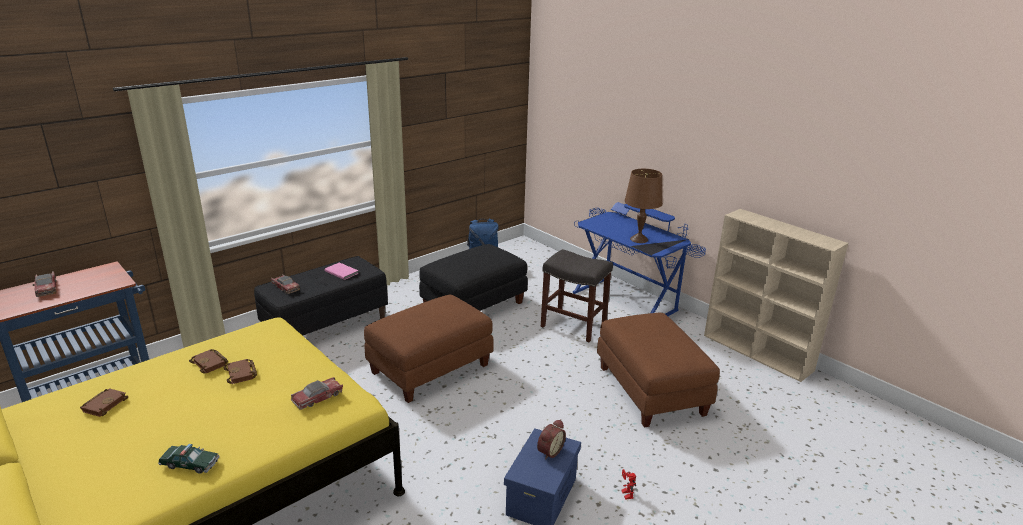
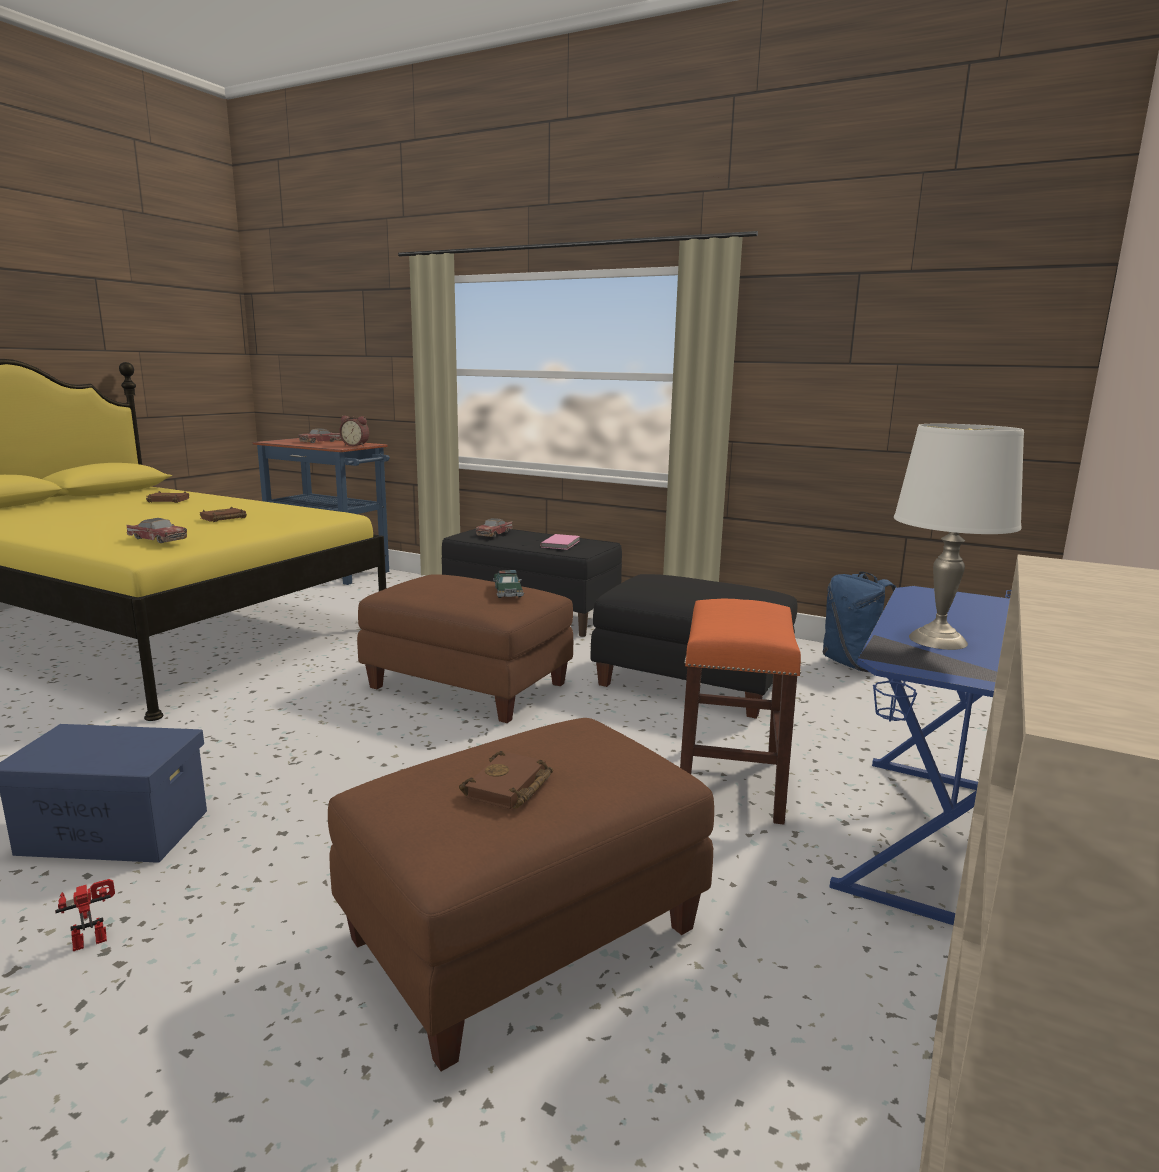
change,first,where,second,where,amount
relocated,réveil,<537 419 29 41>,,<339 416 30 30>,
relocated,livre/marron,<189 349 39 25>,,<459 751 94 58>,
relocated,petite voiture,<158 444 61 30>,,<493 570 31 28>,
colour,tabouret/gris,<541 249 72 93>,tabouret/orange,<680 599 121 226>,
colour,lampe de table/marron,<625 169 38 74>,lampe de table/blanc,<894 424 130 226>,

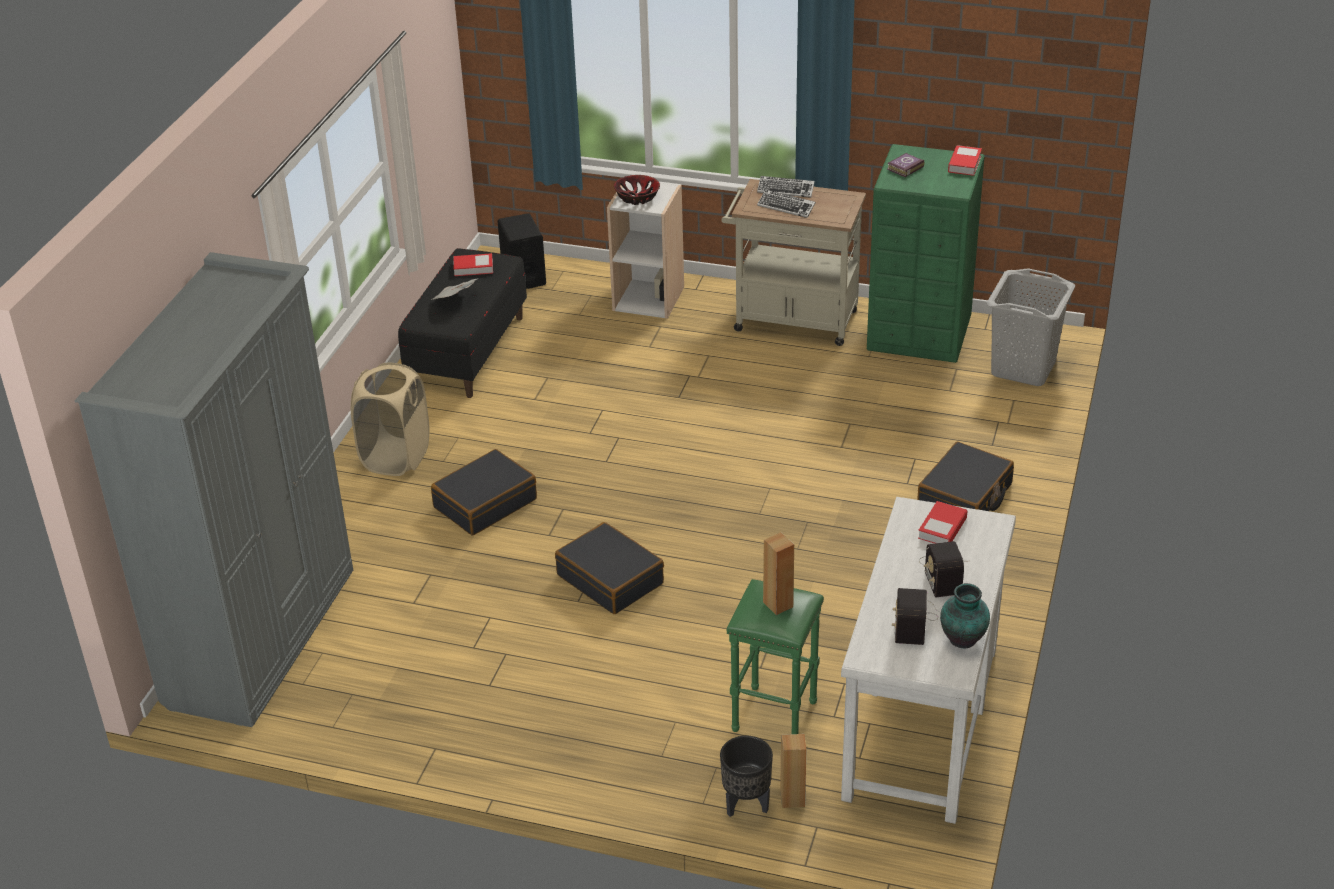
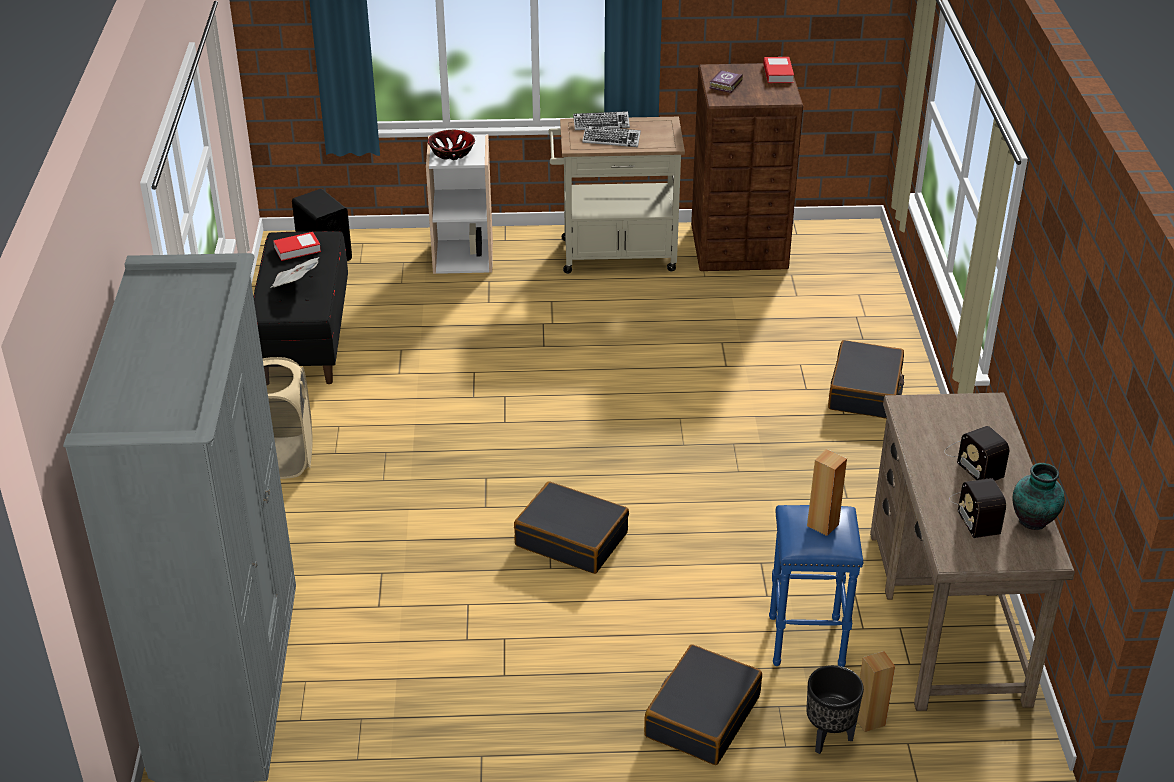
change,first,where,second,where,amount
relocated,valise/noir,<431 449 106 86>,,<644 644 118 121>,
colour,commode/vert,<867 144 118 219>,commode/marron,<691 63 112 208>,
colour,tabouret/vert,<726 579 98 155>,tabouret/bleu,<769 505 94 162>,
colour,bureau/blanc,<841 497 175 327>,bureau/marron,<870 393 205 318>,
missing,livre,<918 501 50 43>,,,
missing,panier à linge/gris,<987 268 88 118>,,,

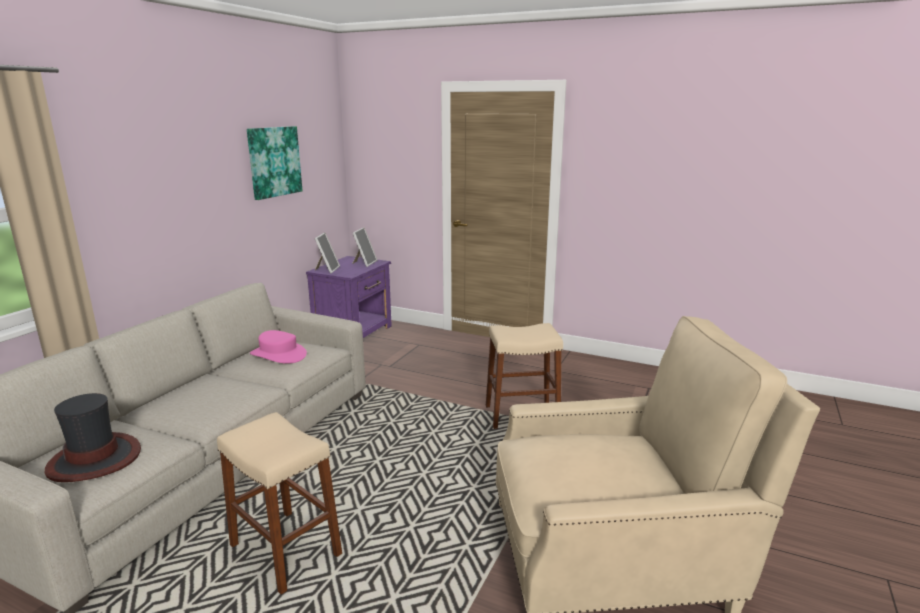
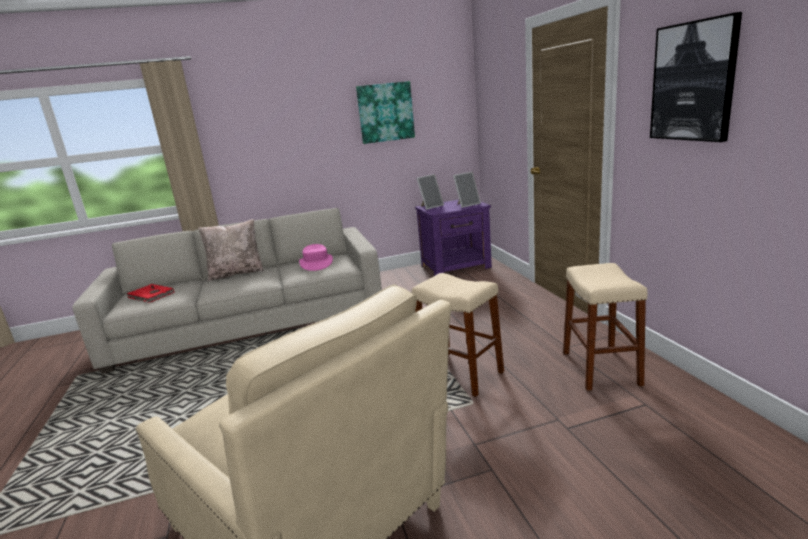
change,first,where,second,where,amount
exchanged,chapeau,<45 393 96 89>,livre/rouge,<126 284 48 19>,
appeared,,,coussin/beige,<198 219 66 62>,
relocated,tabouret/beige,<217 412 125 182>,,<563 263 85 128>,
appeared,,,tableau,<650 12 92 130>,

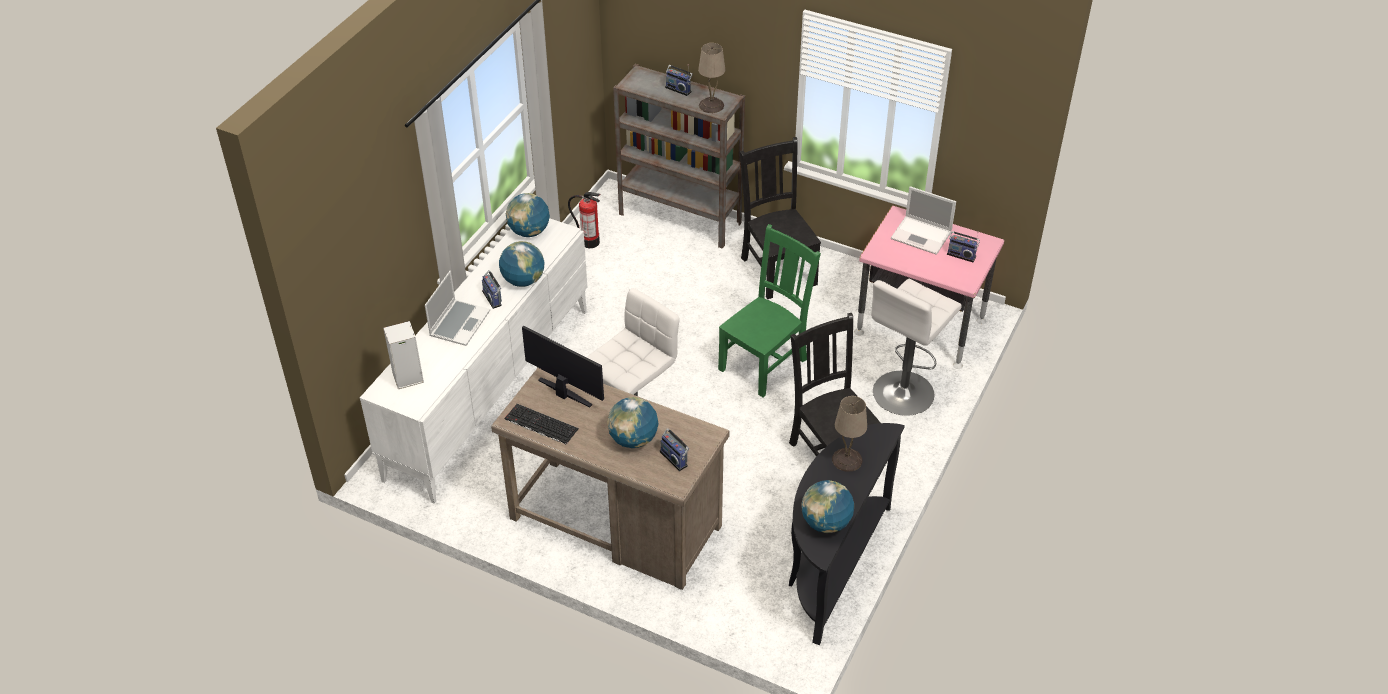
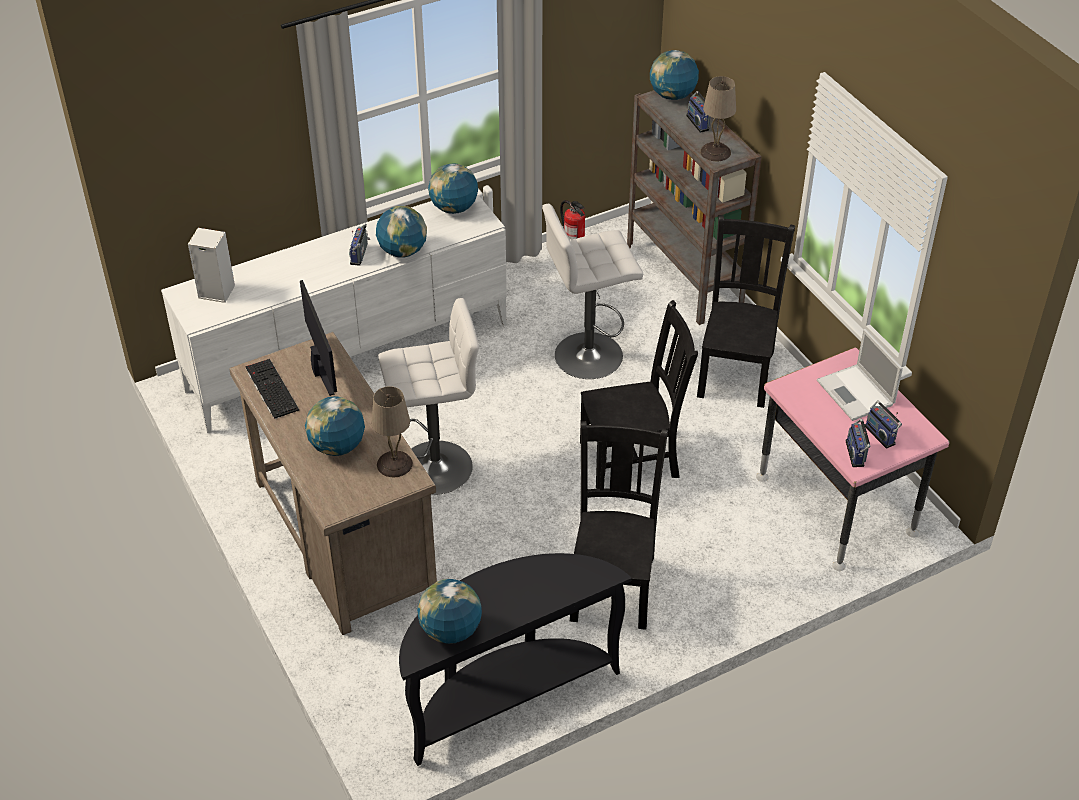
change,first,where,second,where,amount
relocated,lampe de table/beige,<832 396 35 76>,,<371 386 42 91>,
relocated,tabouret/blanc,<871 279 91 137>,,<542 204 101 175>,
colour,chaise/vert,<718 224 103 173>,chaise/noir,<580 300 118 189>,
appeared,,,globe,<650 50 49 50>,
relocated,radio,<660 428 29 43>,,<846 419 24 48>,
missing,ordinateur portable,<425 270 65 76>,,,

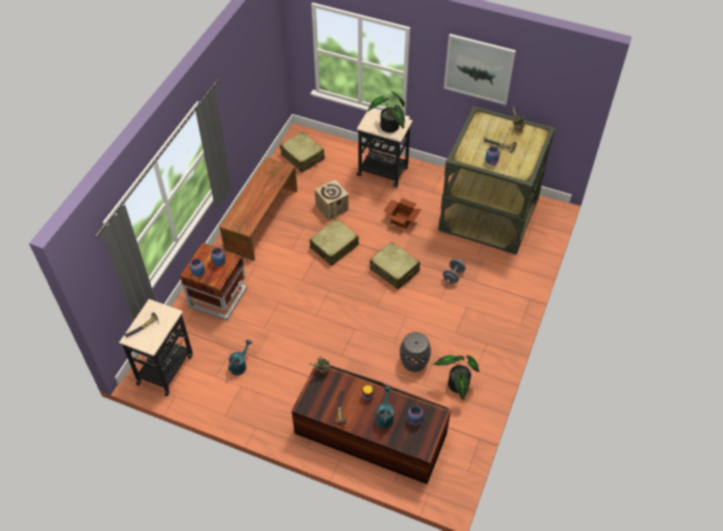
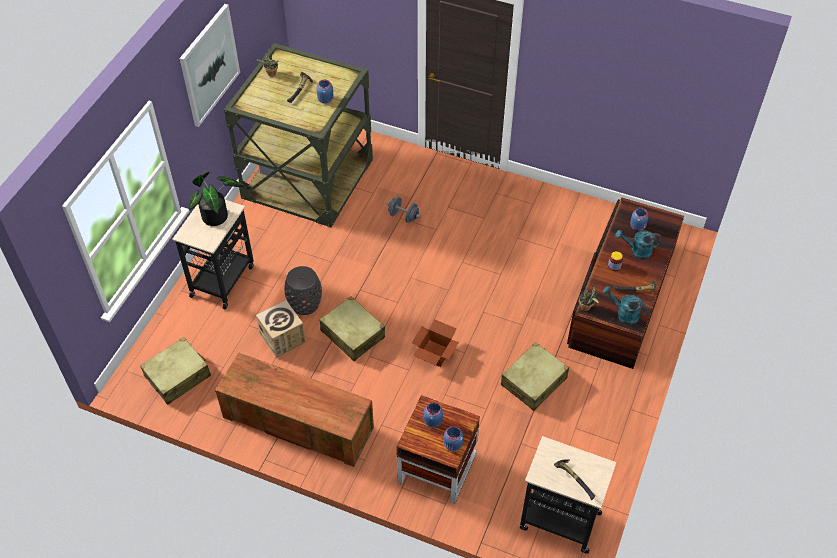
change,first,where,second,where,amount
relocated,tabouret/gris,<400 332 31 40>,,<284 266 38 49>,
relocated,carton,<384 198 37 31>,,<412 319 47 48>,
relocated,valise/beige,<370 241 50 48>,,<501 342 68 69>,
relocated,arrosoir/turquoise,<228 339 24 36>,,<603 286 45 39>,
missing,plante en pot,<433 355 46 44>,,,

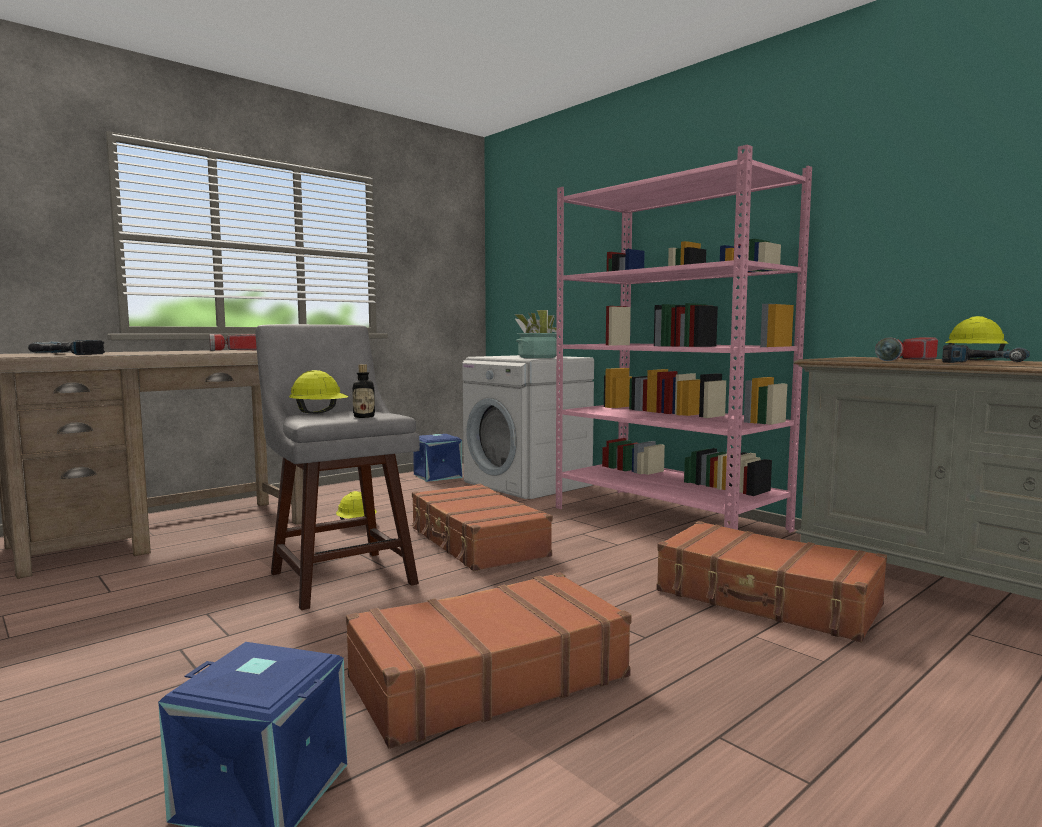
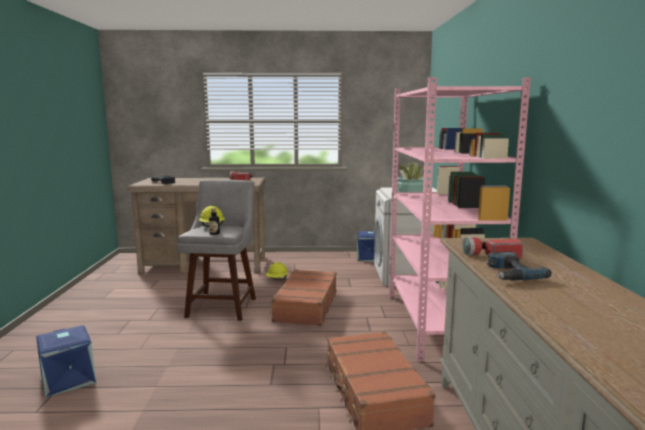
change,first,where,second,where,amount
missing,valise/marron,<346 572 286 177>,,,
missing,casque de chantier/jaune,<946 316 62 44>,,,

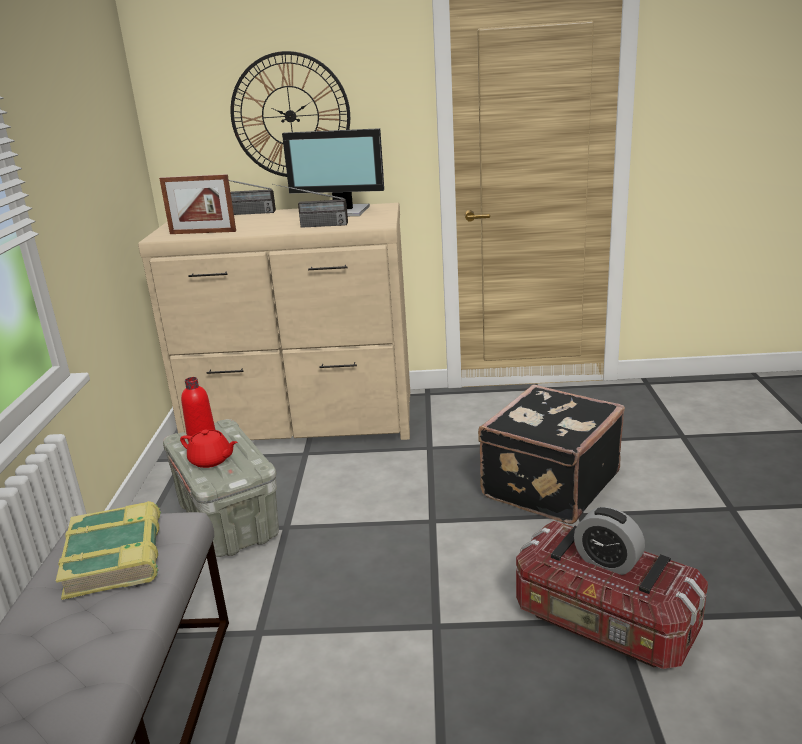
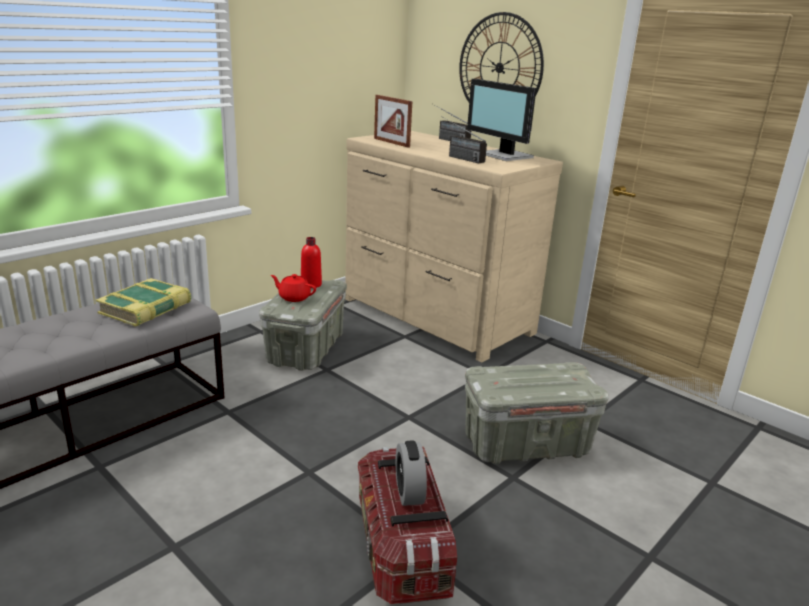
change,first,where,second,where,amount
spun,théière/rouge,<180 430 57 38>,,<271 274 45 28>,135 degrees clockwise
exchanged,valise/noir,<478 385 147 139>,boîte de rangement/gris,<465 362 144 102>,

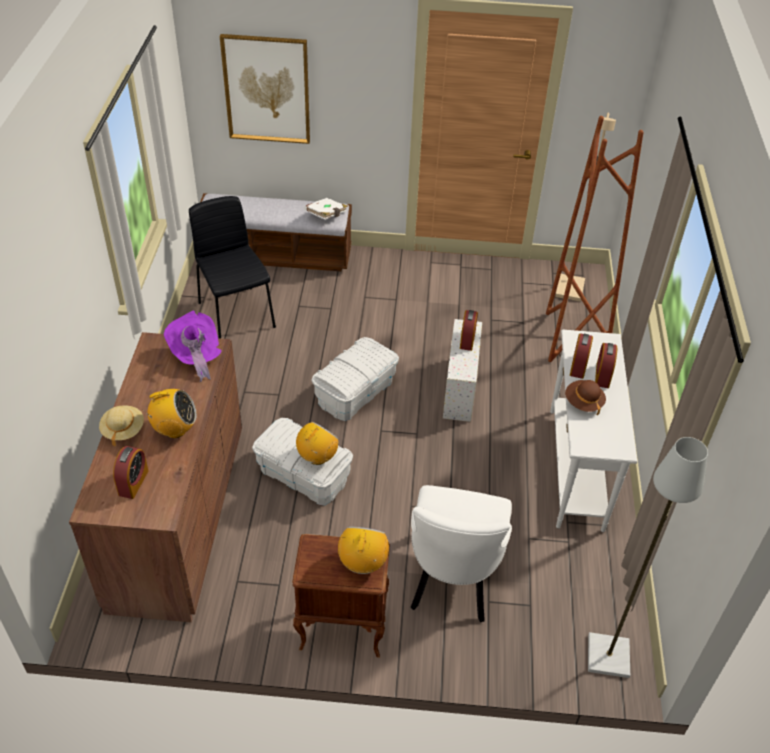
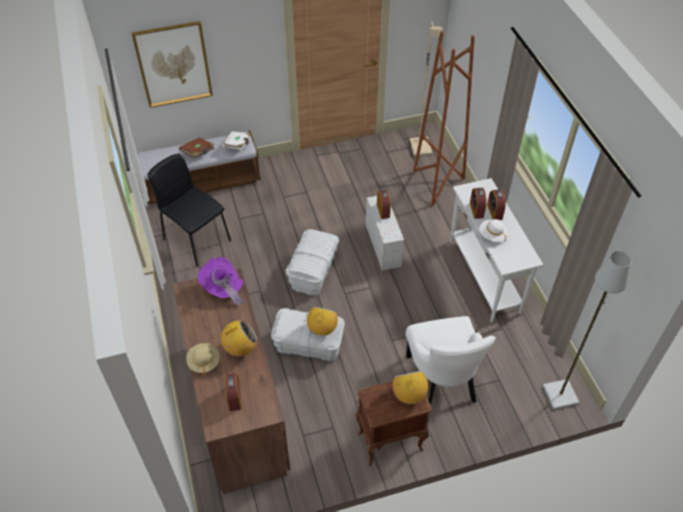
change,first,where,second,where,amount
appeared,,,livre/marron,<179 137 36 21>,
colour,chapeau/marron,<565 380 41 35>,chapeau/blanc,<479 219 28 23>,

